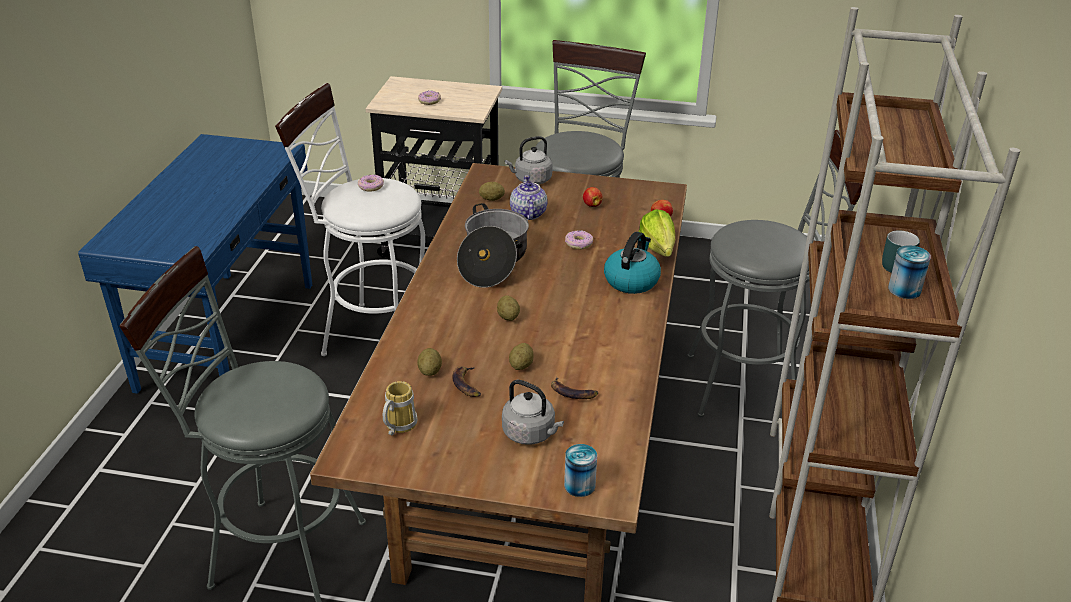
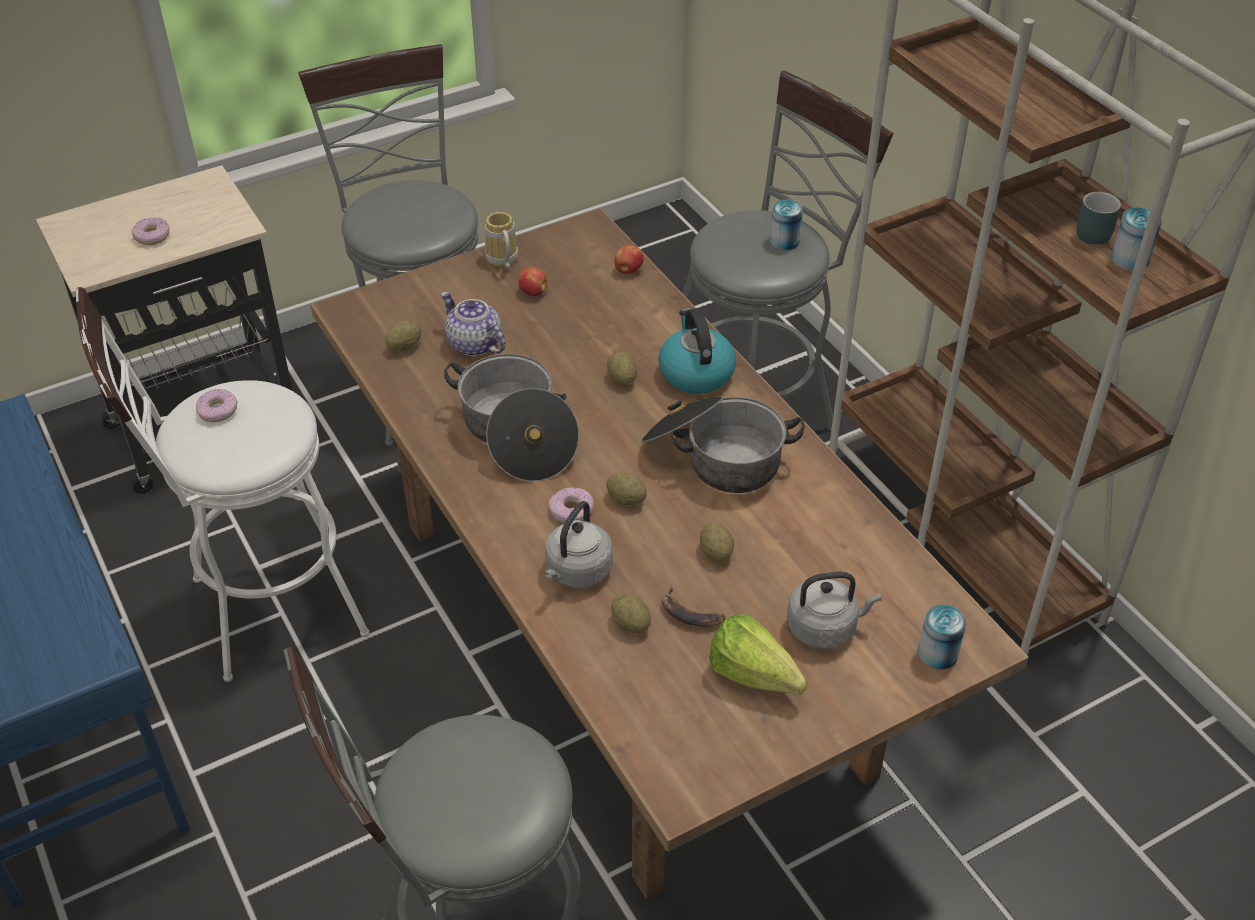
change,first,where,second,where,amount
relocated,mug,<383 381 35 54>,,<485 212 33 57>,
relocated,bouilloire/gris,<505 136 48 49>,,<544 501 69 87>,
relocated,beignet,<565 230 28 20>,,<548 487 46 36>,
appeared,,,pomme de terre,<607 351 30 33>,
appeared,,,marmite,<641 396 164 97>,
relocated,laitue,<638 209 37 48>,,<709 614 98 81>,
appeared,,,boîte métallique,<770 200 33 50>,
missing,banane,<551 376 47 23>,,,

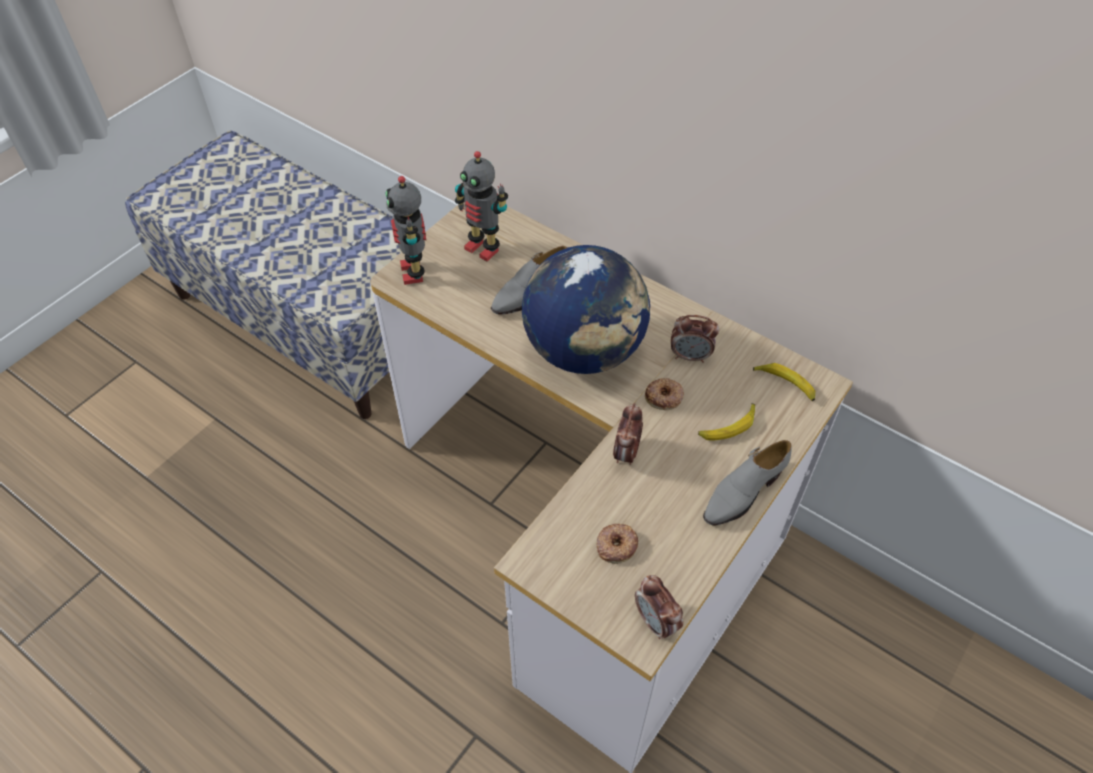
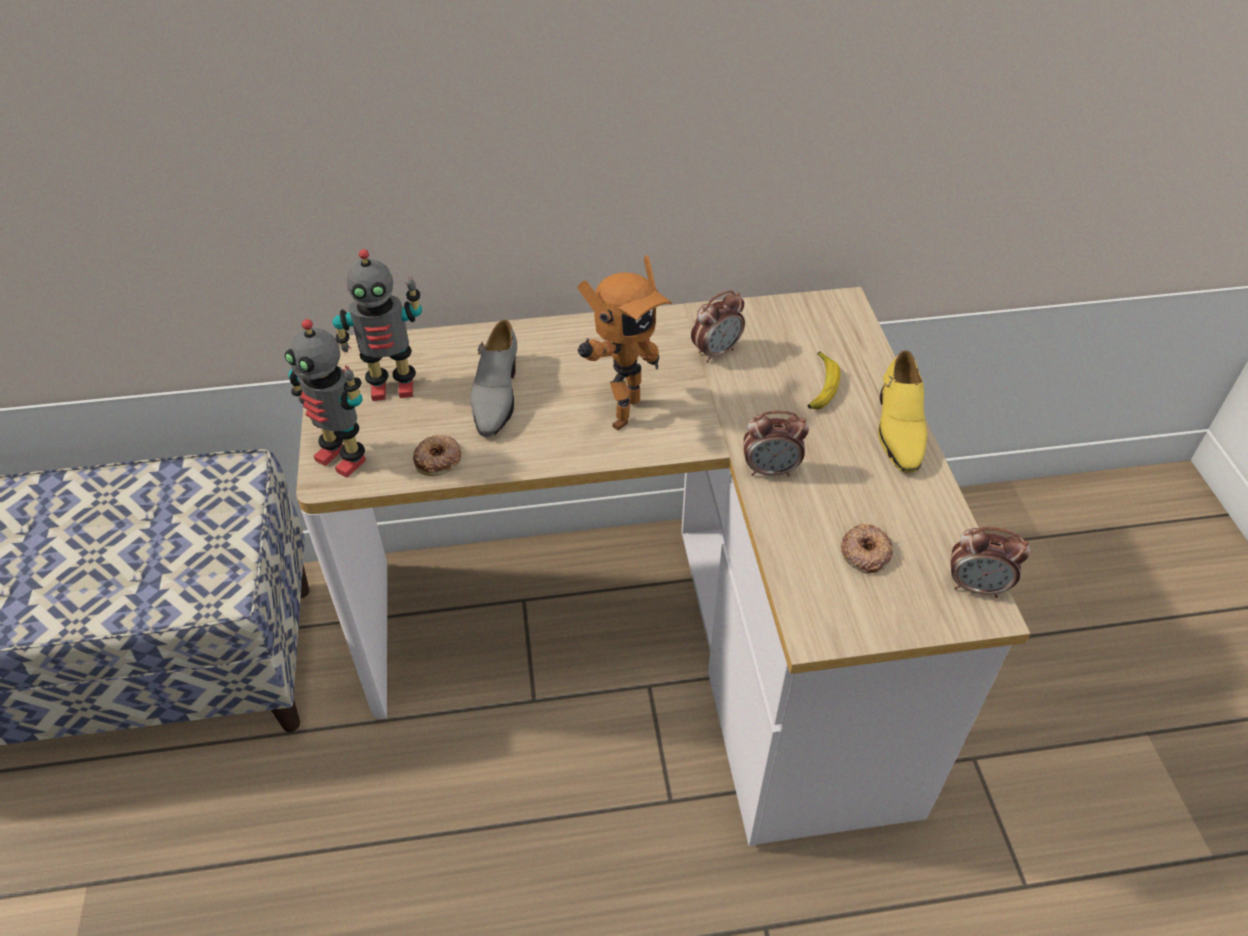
change,first,where,second,where,amount
relocated,beignet,<645 378 39 32>,,<413 435 48 41>,
exchanged,globe,<522 245 128 129>,robot jouet,<577 255 95 175>,
spun,réveil,<613 403 30 62>,,<743 411 66 66>,60 degrees counterclockwise
colour,chaussure/gris,<703 440 89 85>,chaussure/jaune,<878 351 49 122>,
missing,banane,<753 363 62 38>,,,

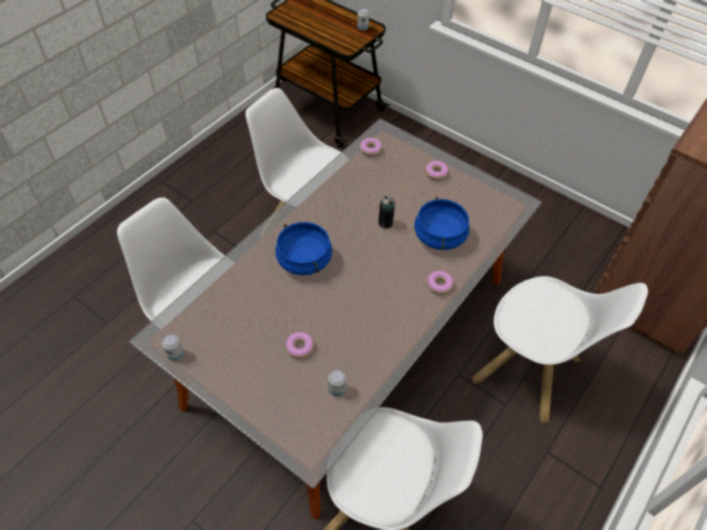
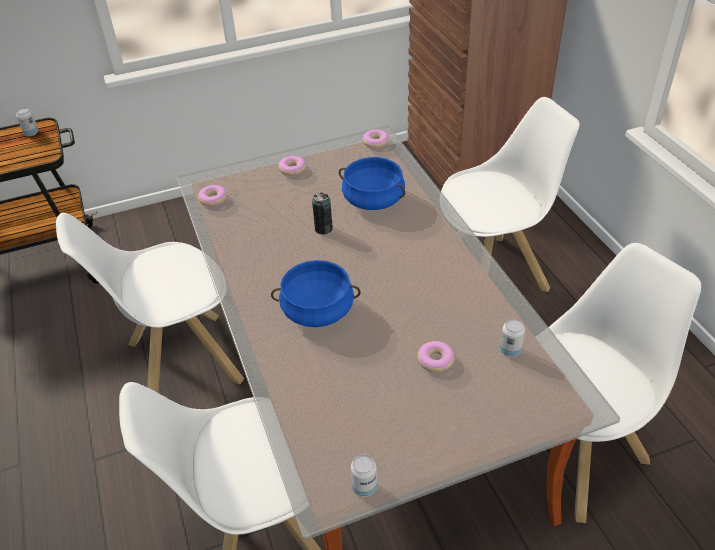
change,first,where,second,where,amount
relocated,beignet,<427 271 27 23>,,<363 129 26 19>,

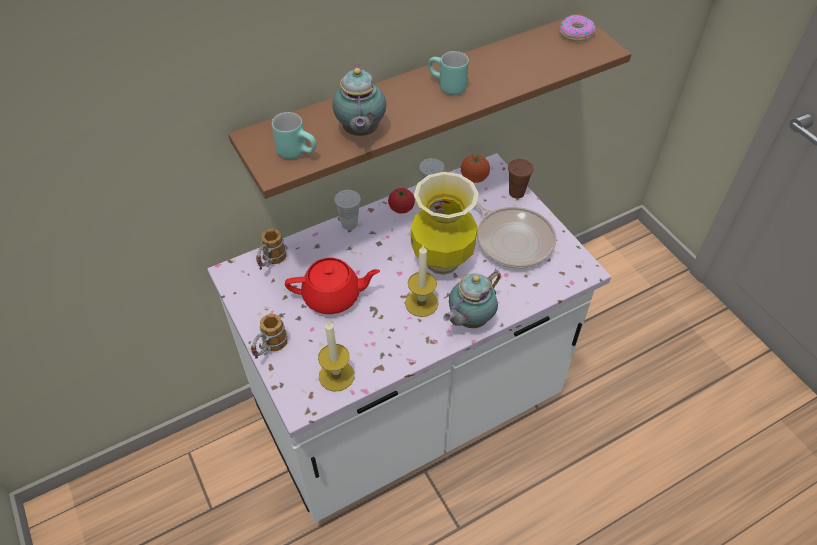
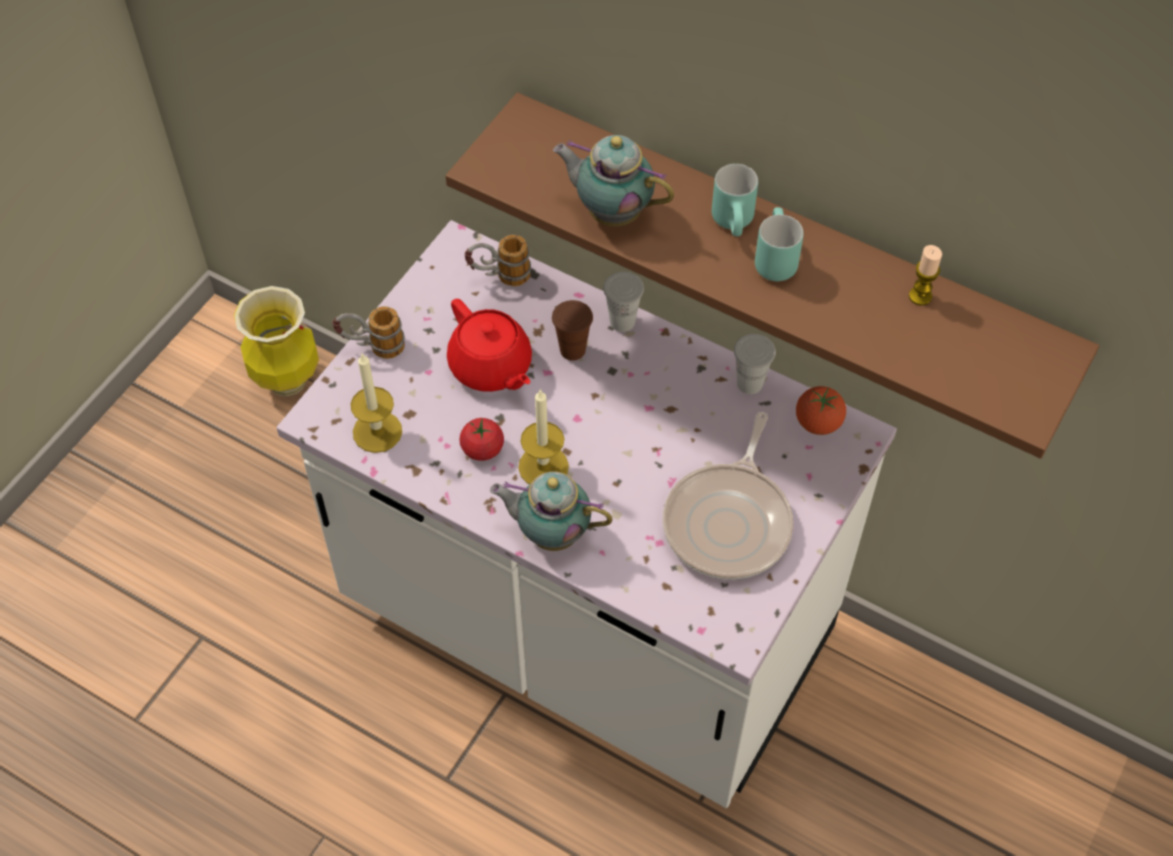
change,first,where,second,where,amount
relocated,vase,<411 172 68 103>,,<234 286 85 110>,
relocated,tomate,<388 188 27 26>,,<460 418 44 43>,
relocated,tasse/marron,<508 159 26 40>,,<552 300 41 61>,
spun,théière,<333 64 53 72>,,<553 135 121 92>,60 degrees clockwise
relocated,mug/turquoise,<272 112 45 47>,,<712 164 46 73>,
appeared,,,bougie,<909 245 33 61>,
missing,beignet,<560 15 36 26>,,,

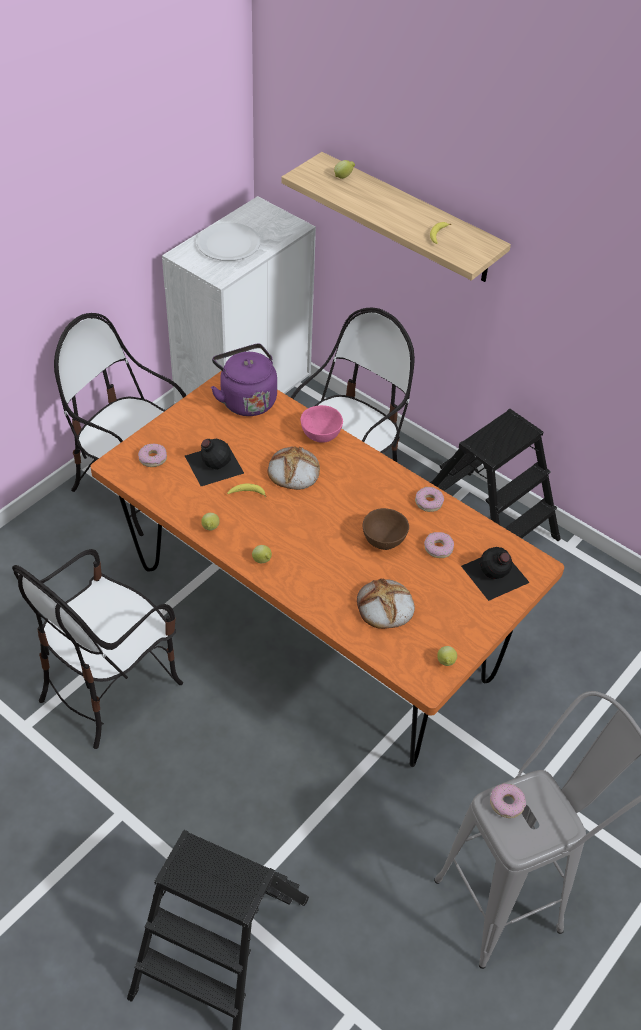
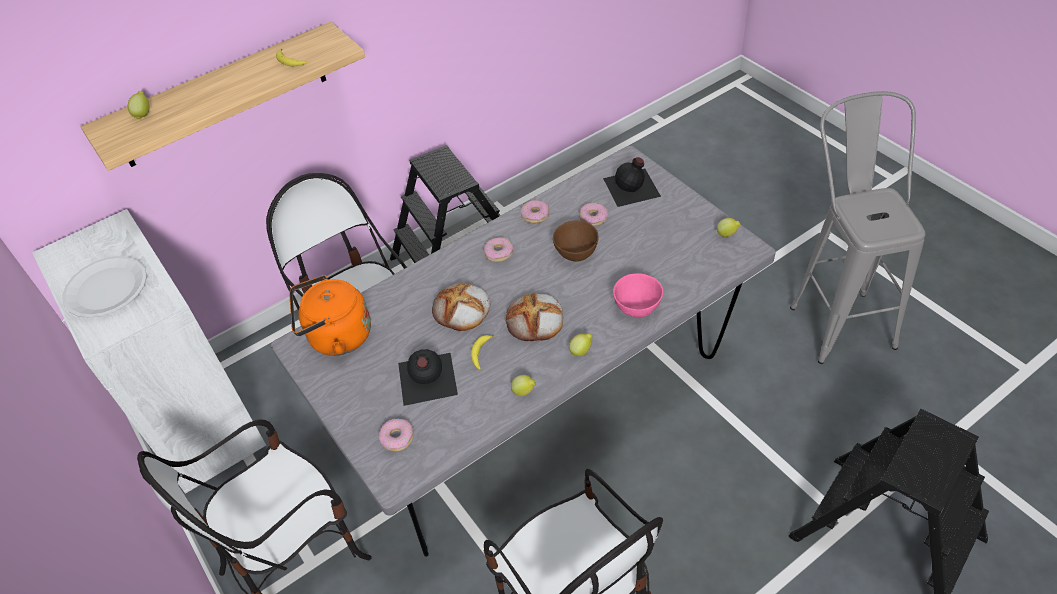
change,first,where,second,where,amount
colour,table à manger/orange,<91 371 473 396>,table à manger/gris,<271 146 505 411>,
colour,bouilloire/violet,<211 344 66 72>,bouilloire/orange,<289 275 82 81>,
relocated,beignet,<490 784 36 34>,,<484 237 29 25>,
relocated,pain,<357 579 58 50>,,<505 292 58 49>,
relocated,bol/rose,<301 405 42 38>,,<613 273 50 44>,

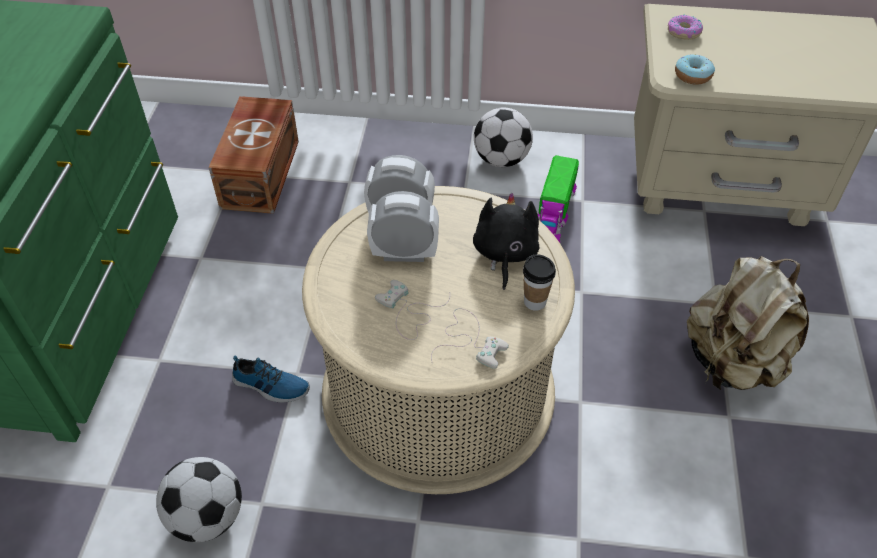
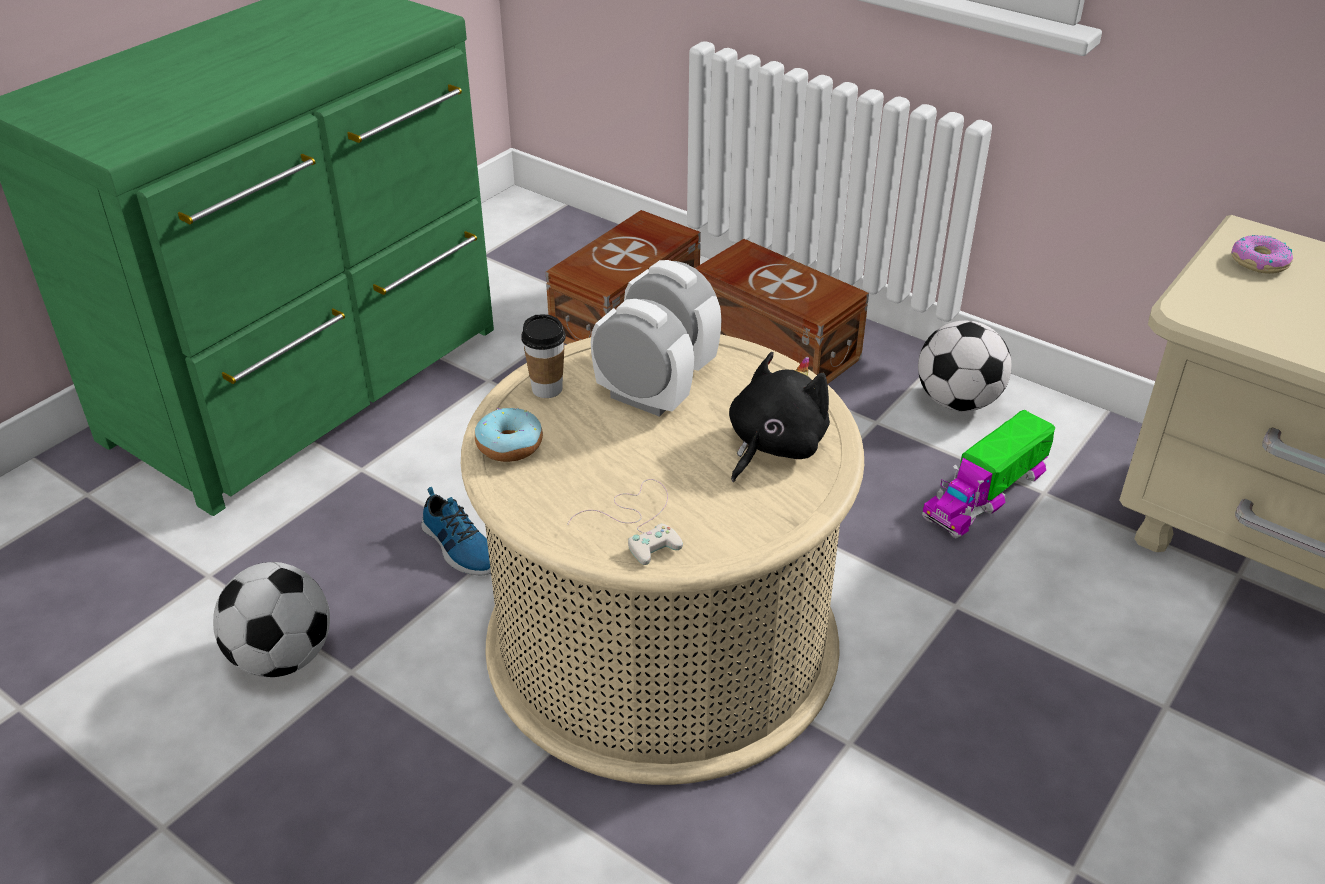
change,first,where,second,where,amount
relocated,beignet,<675 54 40 31>,,<475 408 68 54>,
relocated,tasse,<523 254 33 57>,,<521 314 45 84>,
appeared,,,boîte de rangement/marron,<695 239 174 145>,
missing,manette/blanc,<375 280 75 60>,,,
missing,sac à dos/beige,<687 256 122 134>,,,

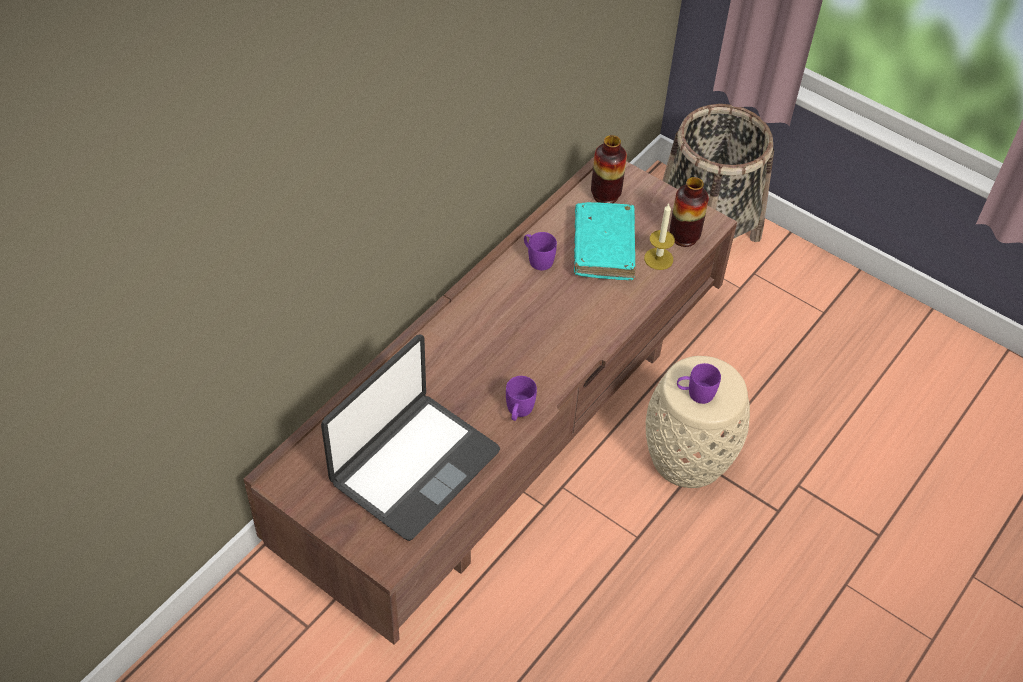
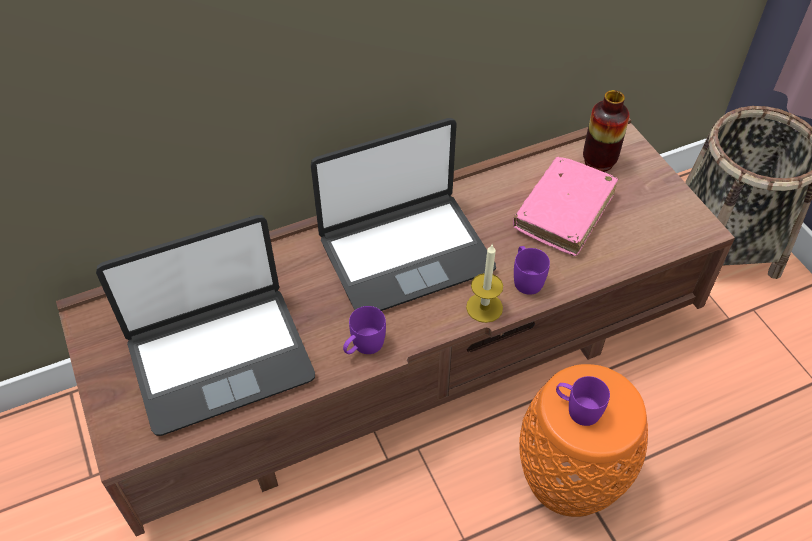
change,first,where,second,where,amount
appeared,,,ordinateur portable,<311 118 185 193>,
relocated,bougie,<644 204 31 66>,,<466 245 37 78>,
colour,livre/turquoise,<574 202 61 78>,livre/rose,<513 157 105 99>,
relocated,mug/violet,<524 232 33 38>,,<514 246 36 49>,
colour,tabouret/beige,<646 356 104 132>,tabouret/orange,<519 364 129 153>,
missing,vase,<670 177 39 70>,,,

